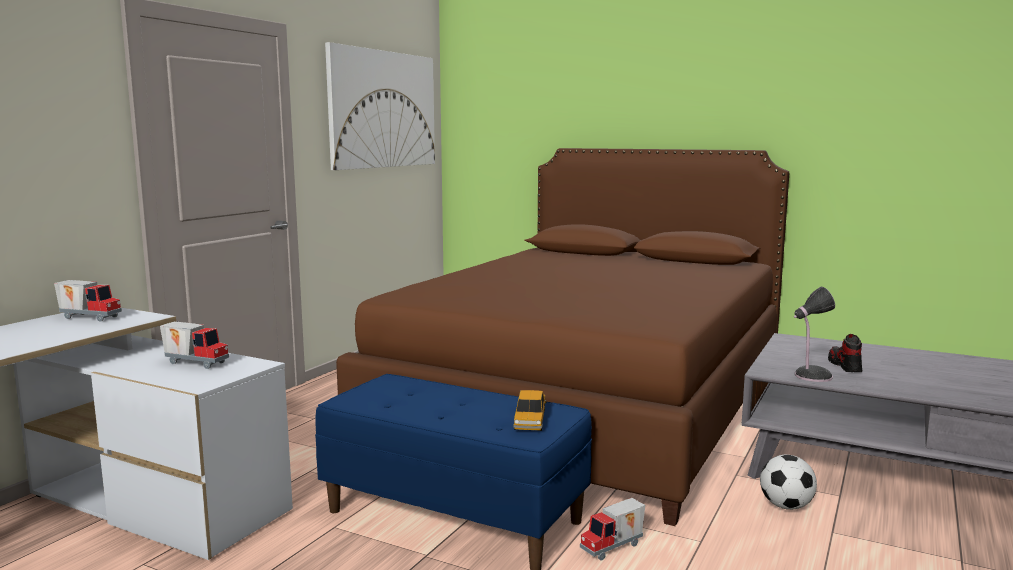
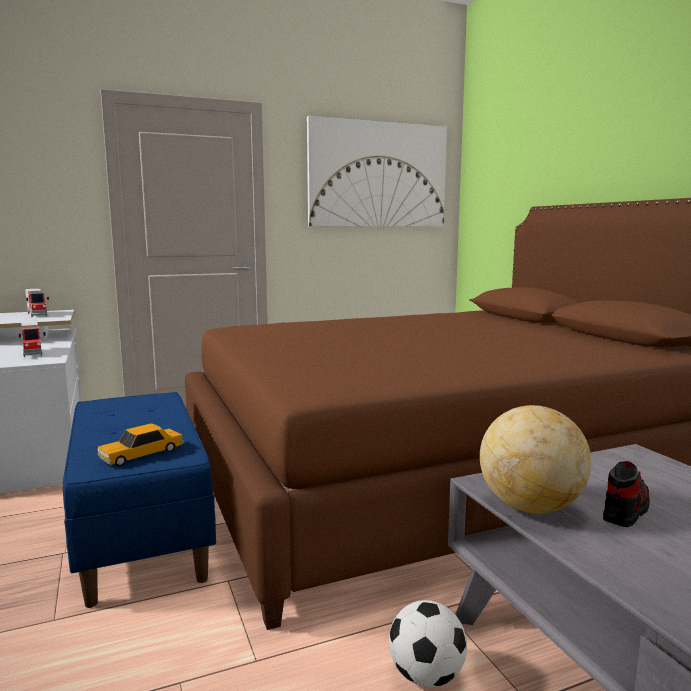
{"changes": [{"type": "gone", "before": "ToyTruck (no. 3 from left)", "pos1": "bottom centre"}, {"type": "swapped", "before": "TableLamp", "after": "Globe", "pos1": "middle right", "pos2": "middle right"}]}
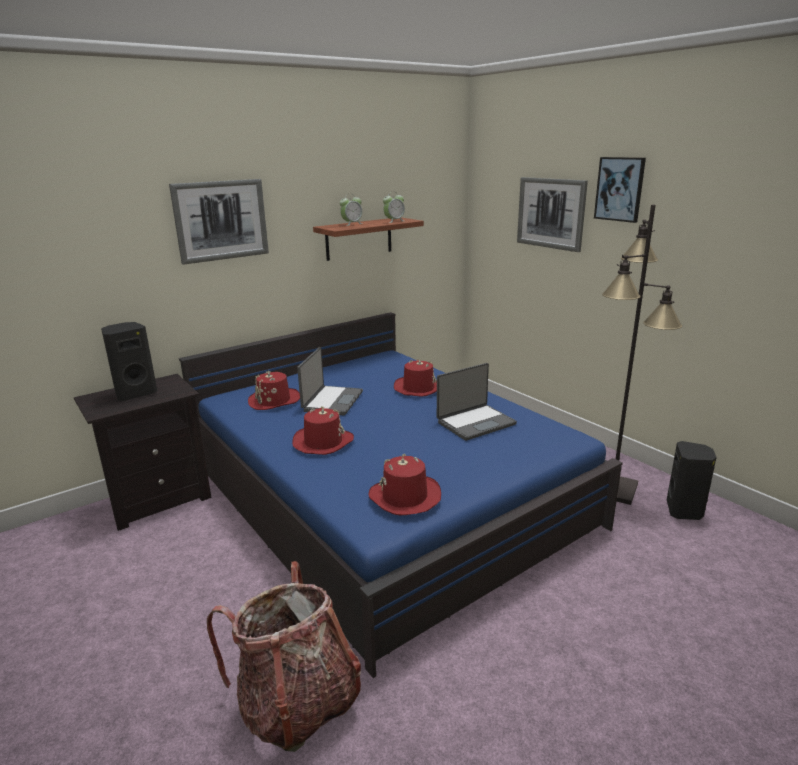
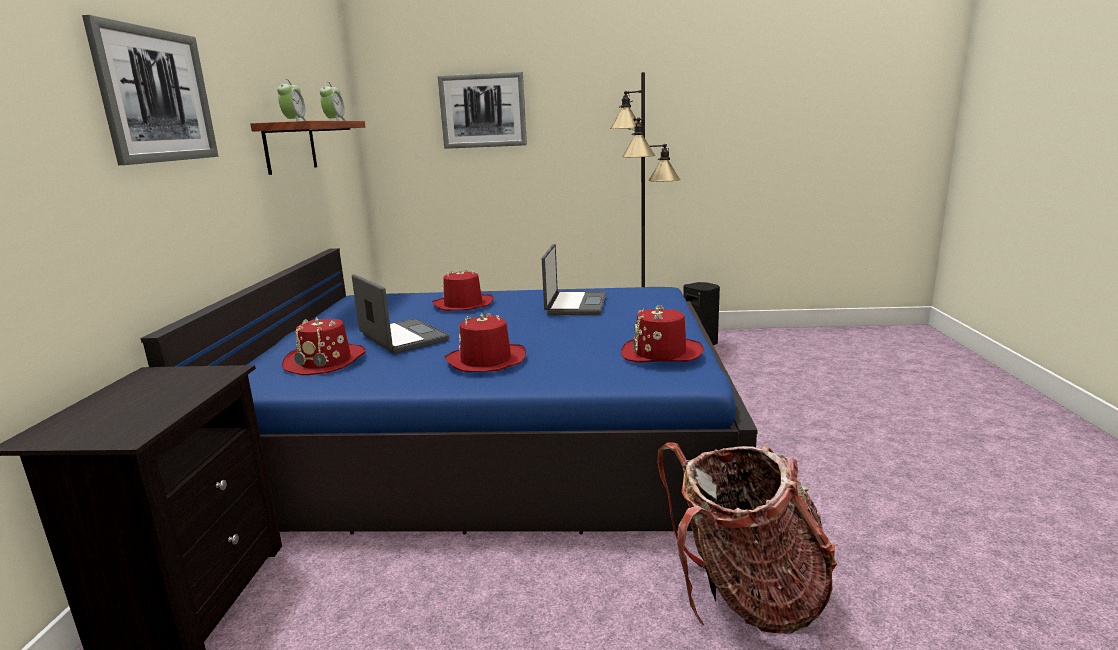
{"changes": [{"type": "gone", "before": "BlackSpeaker (no. 1 from left)", "pos1": "middle left"}, {"type": "gone", "before": "Picture (no. 3 from left)", "pos1": "top right"}]}
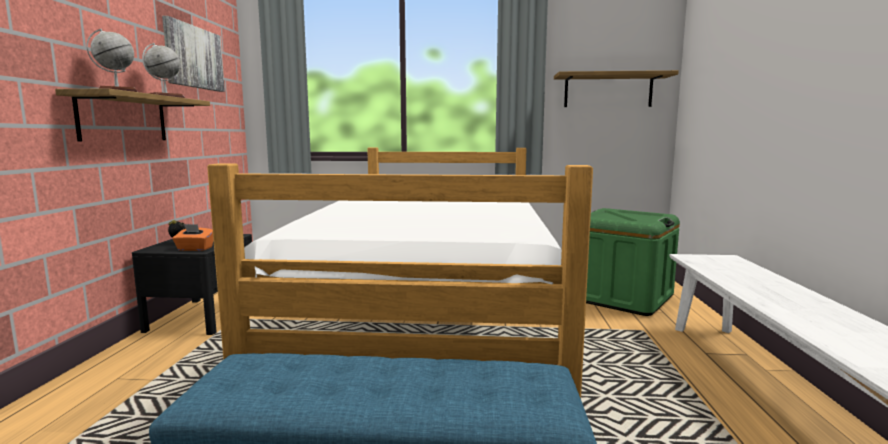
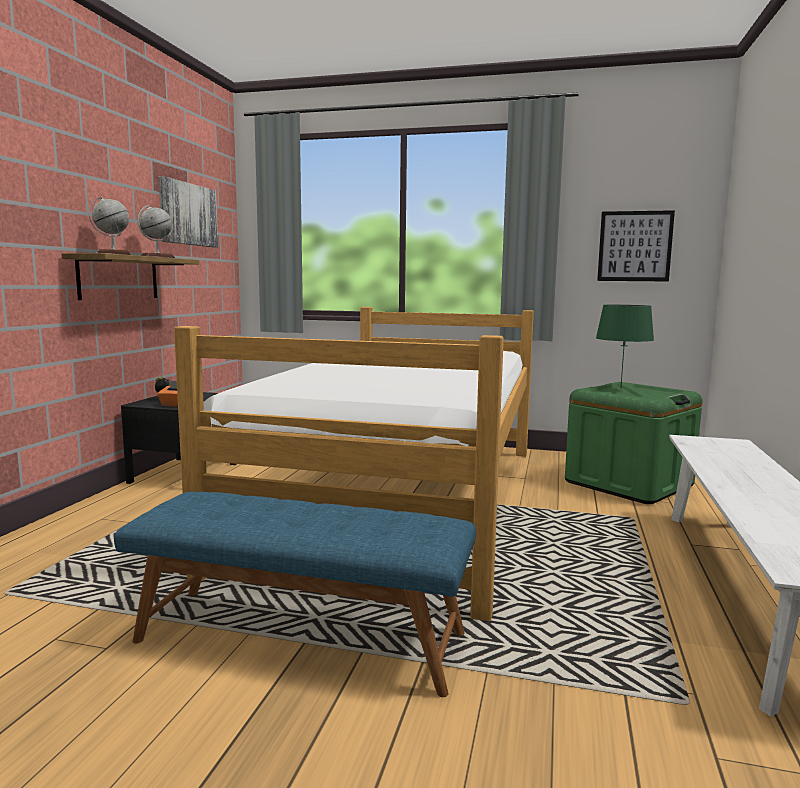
{"changes": [{"type": "new", "after": "GreenTableLamp", "pos2": "middle right"}, {"type": "swapped", "before": "Shelf (no. 2 from left)", "after": "Picture (no. 2 from left)", "pos1": "top right", "pos2": "top right"}]}
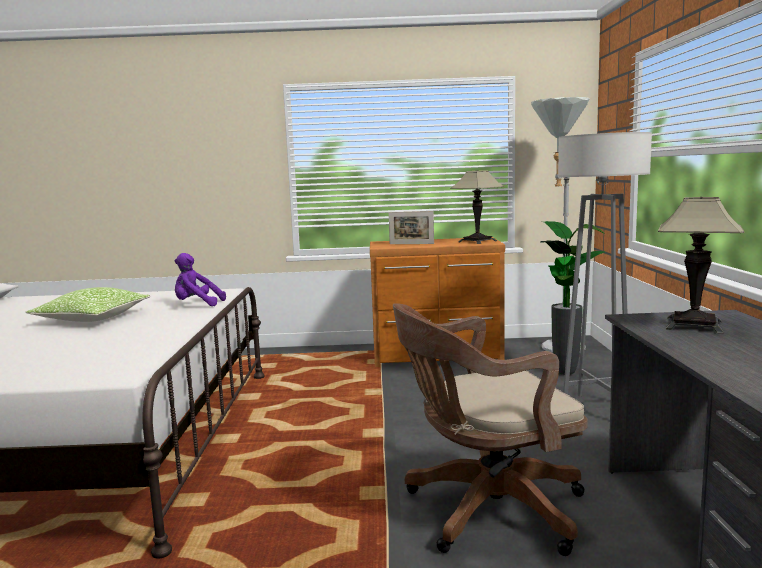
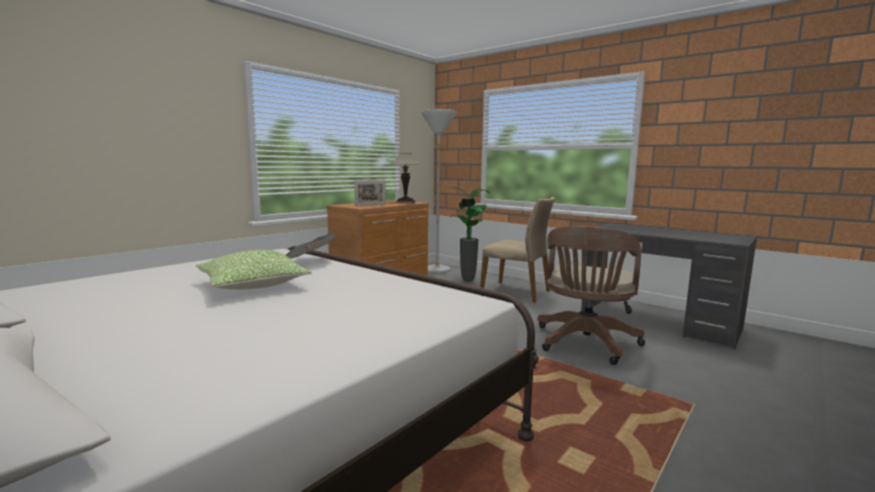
{"changes": [{"type": "gone", "before": "TableLamp (no. 2 from left)", "pos1": "middle right"}, {"type": "swapped", "before": "PurplePlushToy", "after": "Newspaper", "pos1": "middle left", "pos2": "centre"}, {"type": "swapped", "before": "GreyFloorLamp (no. 2 from left)", "after": "BeigeChair", "pos1": "middle right", "pos2": "centre"}]}
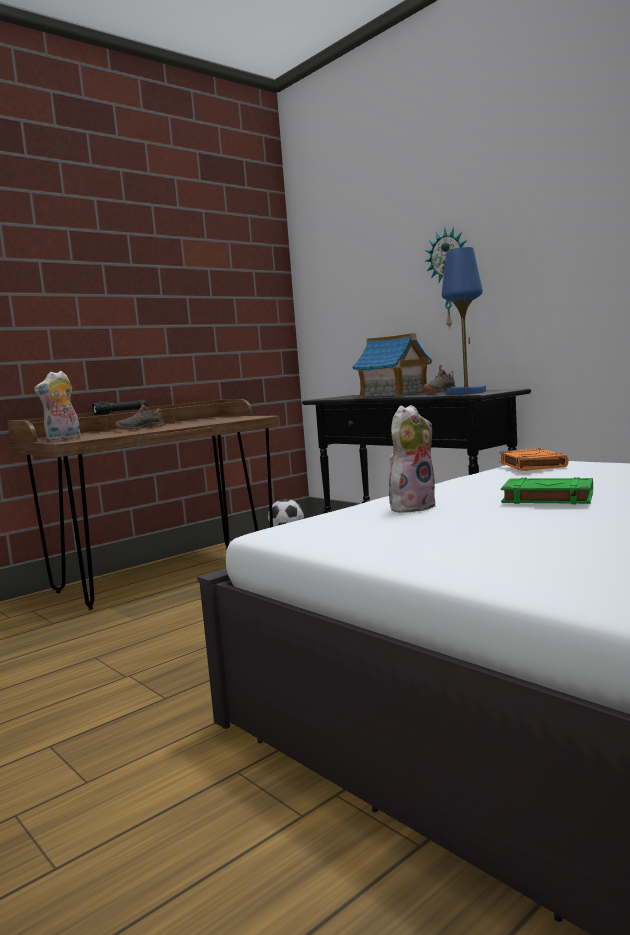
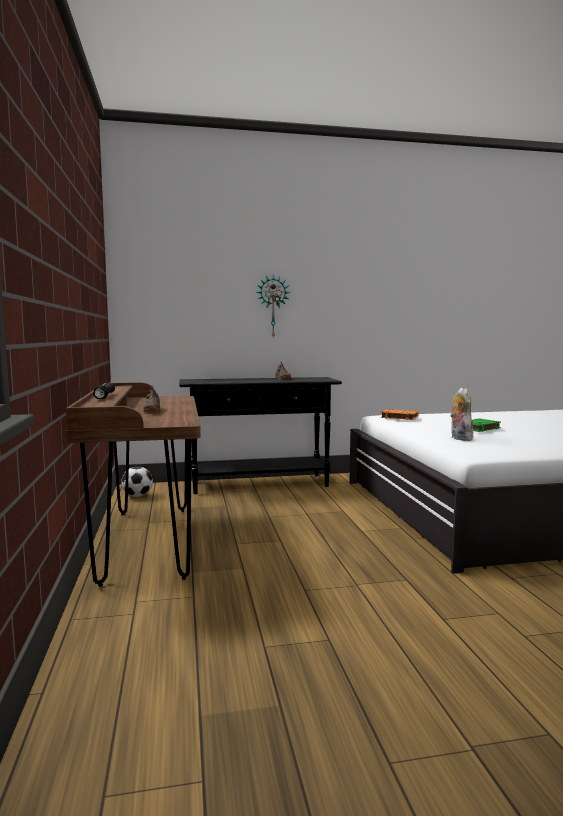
{"changes": [{"type": "gone", "before": "PlushToy (no. 1 from left)", "pos1": "middle left"}, {"type": "gone", "before": "ToyHouse", "pos1": "centre"}, {"type": "gone", "before": "BlueTableLamp", "pos1": "middle right"}]}
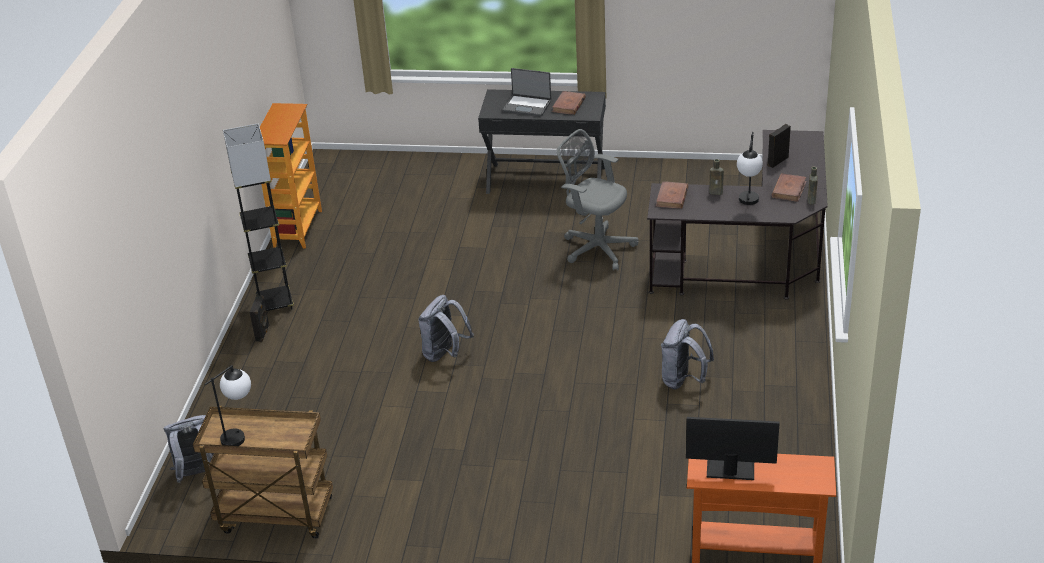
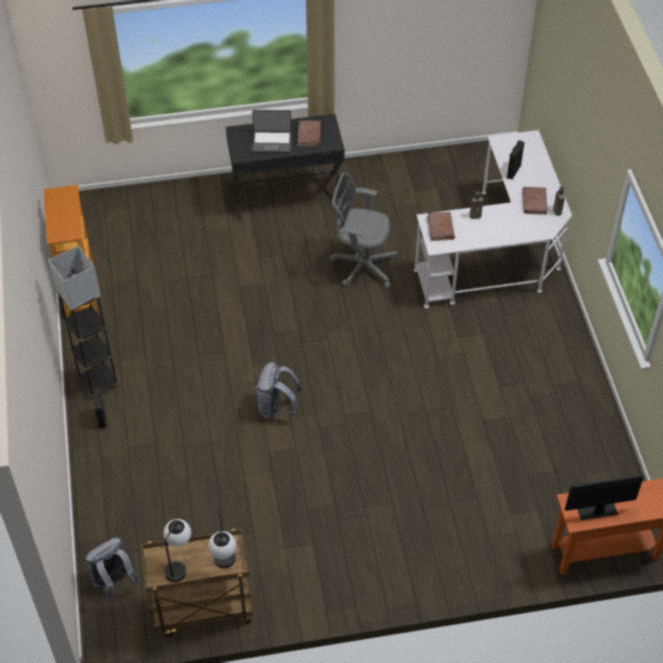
{"changes": [{"type": "gone", "before": "GreyBackpack (no. 3 from left)", "pos1": "centre"}, {"type": "shifted", "before": "TableLamp (no. 2 from left)", "pos1": "top right", "pos2": "bottom centre"}, {"type": "repainted", "before": "BlackDesk (no. 2 from left)", "after": "WhiteDesk", "pos1": "middle right", "pos2": "top right"}]}
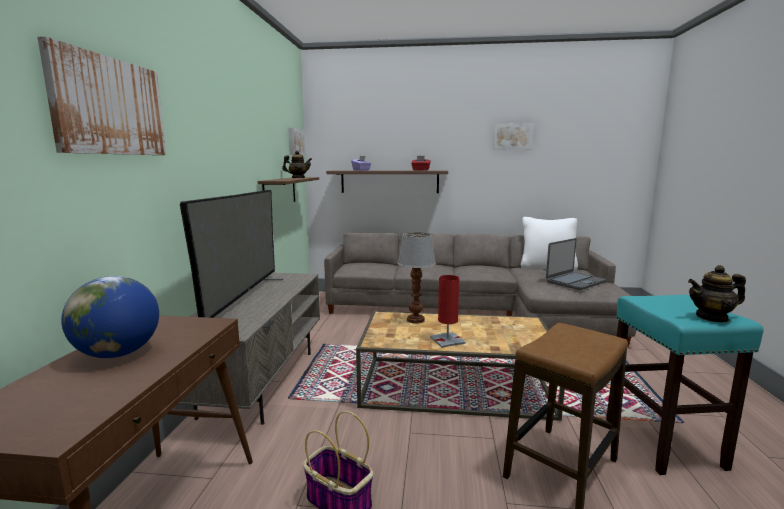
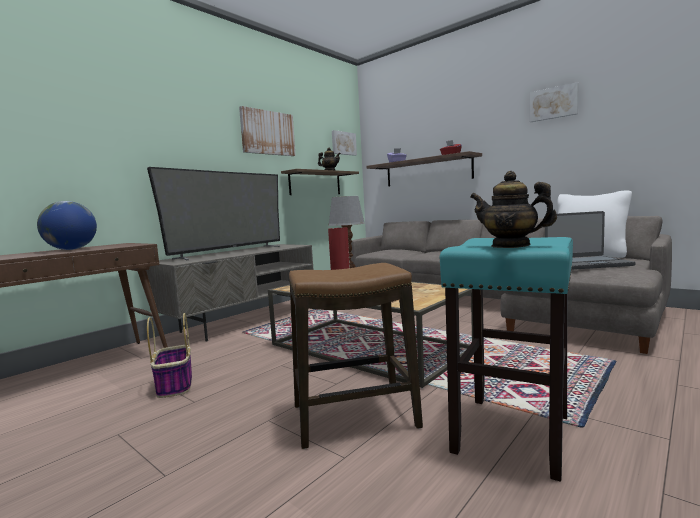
{"changes": [{"type": "shifted", "before": "Picture (no. 1 from left)", "pos1": "top left", "pos2": "top centre"}]}
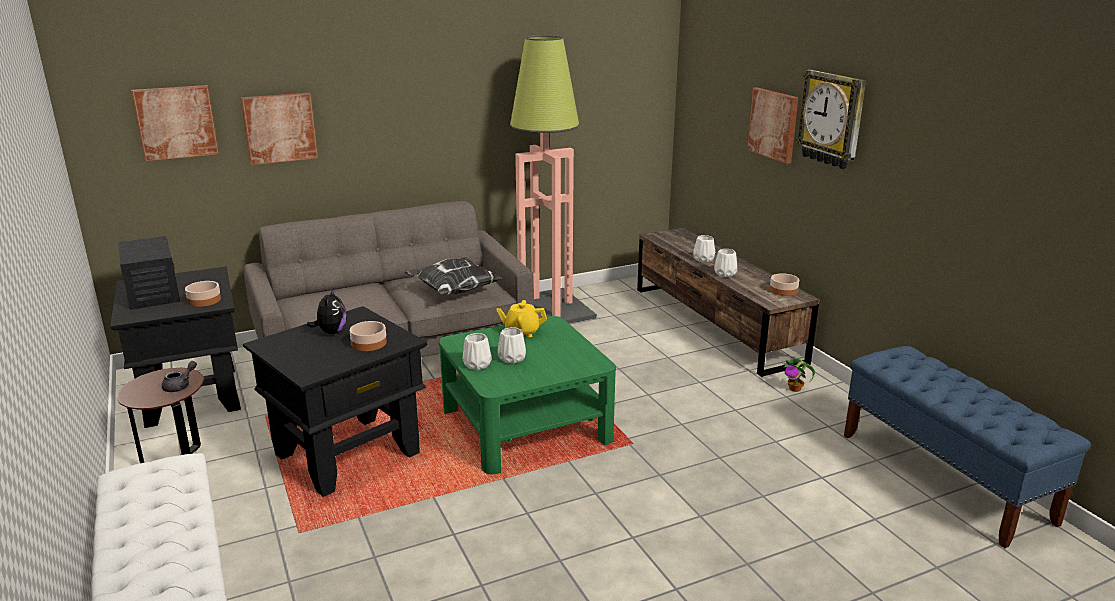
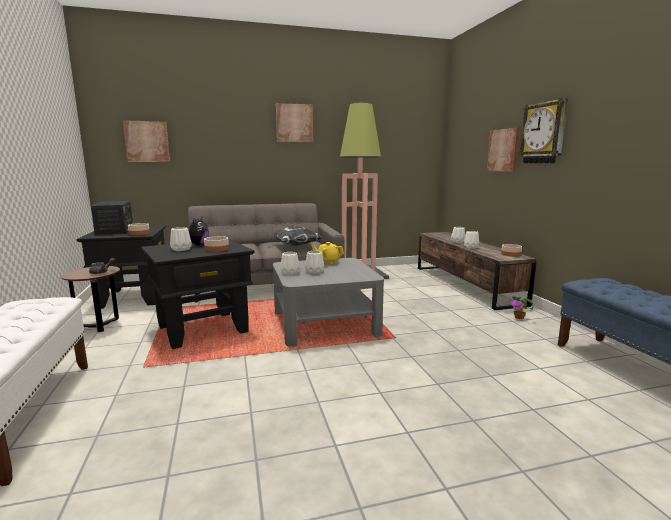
{"changes": [{"type": "new", "after": "WhiteVase (no. 1 from left)", "pos2": "middle left"}, {"type": "shifted", "before": "Picture (no. 2 from left)", "pos1": "top left", "pos2": "top centre"}, {"type": "repainted", "before": "GreenCoffeeTable", "after": "GreyCoffeeTable", "pos1": "centre", "pos2": "centre"}]}
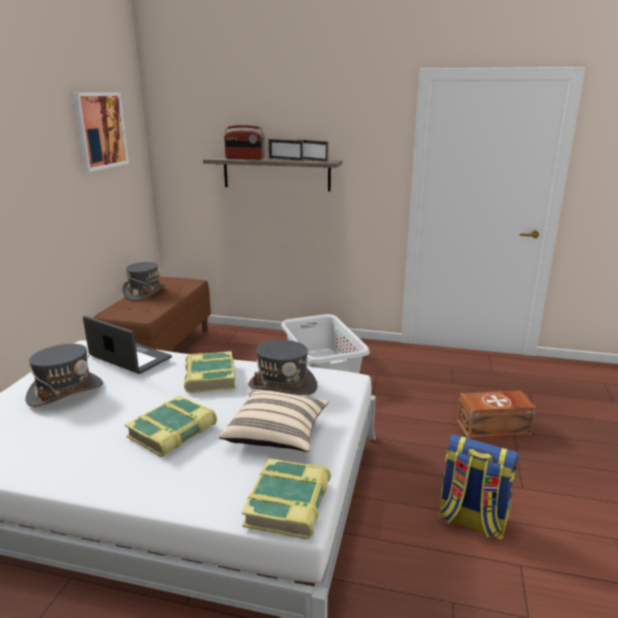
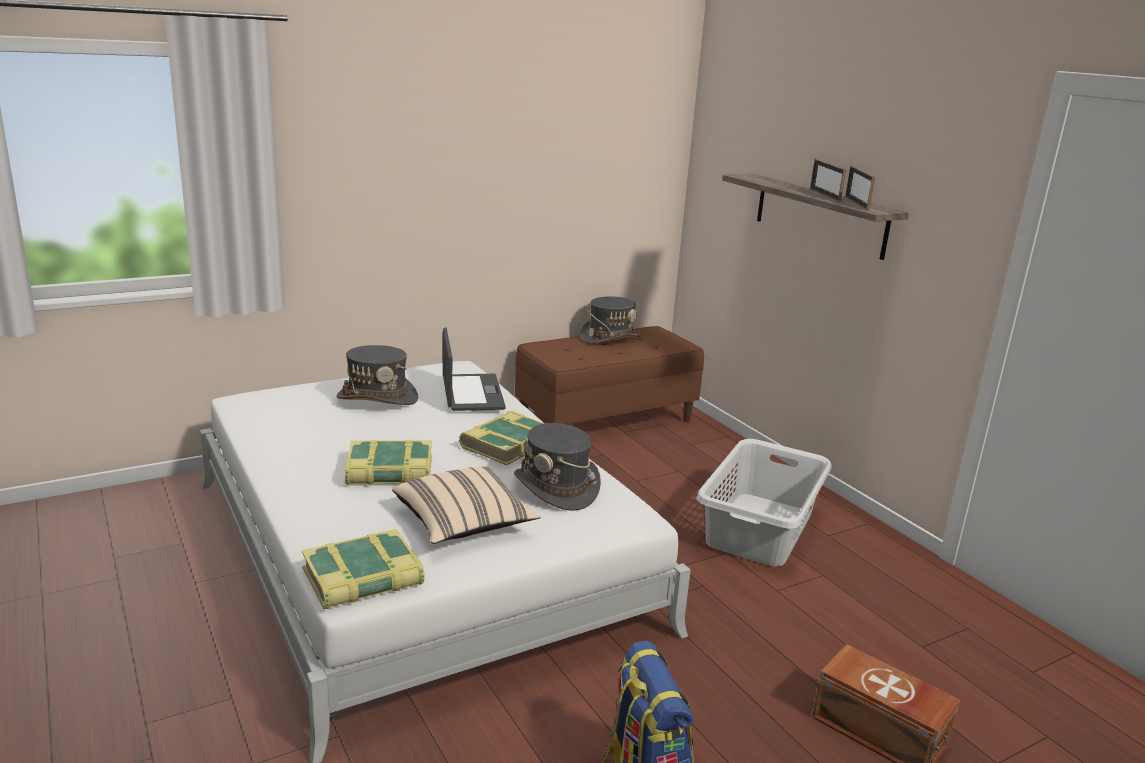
{"changes": [{"type": "gone", "before": "Picture", "pos1": "top left"}, {"type": "gone", "before": "Radio", "pos1": "top centre"}]}
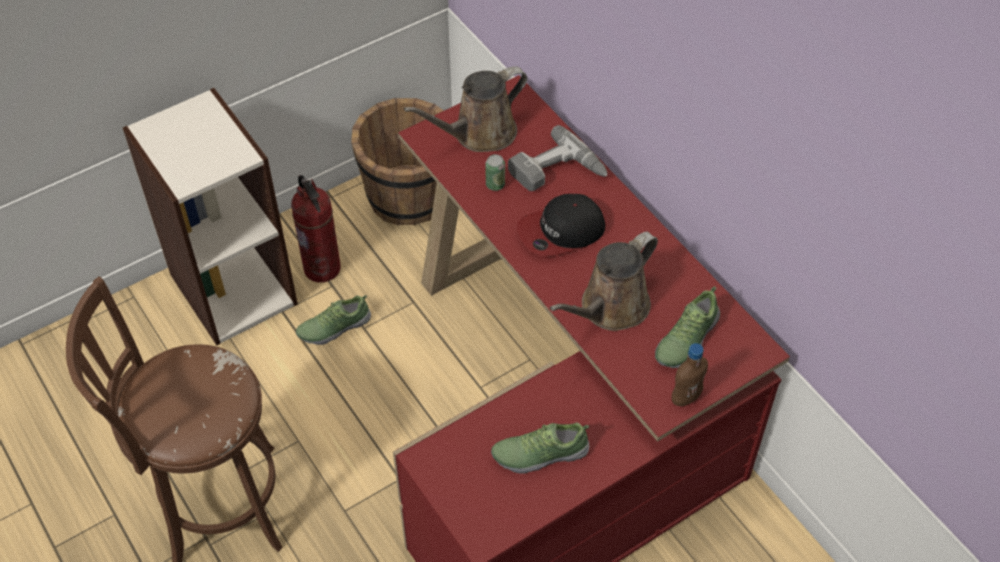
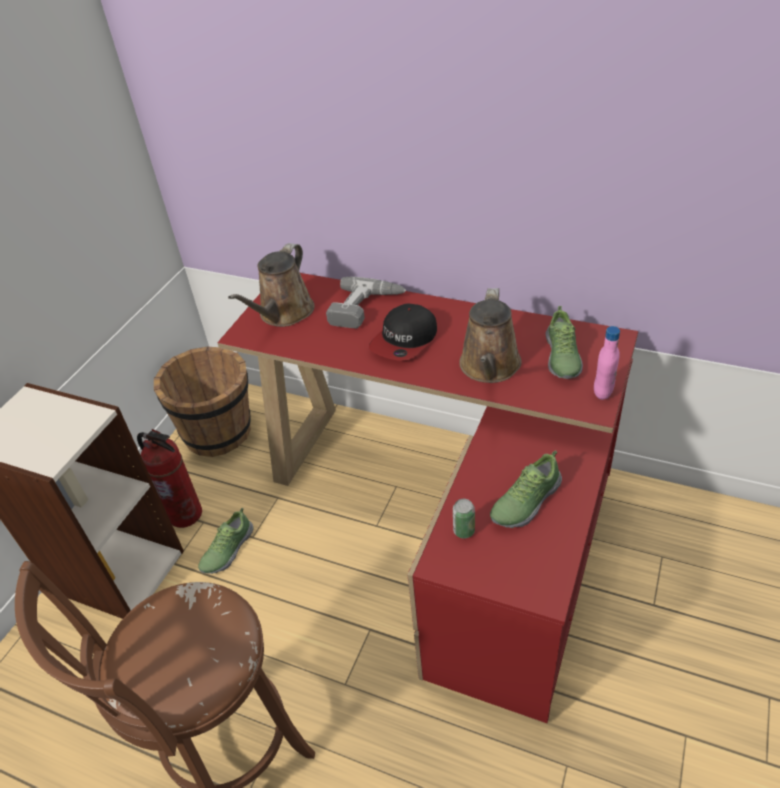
{"changes": [{"type": "shifted", "before": "Can", "pos1": "top centre", "pos2": "centre"}, {"type": "repainted", "before": "BrownBottle", "after": "PinkBottle", "pos1": "bottom right", "pos2": "middle right"}]}
